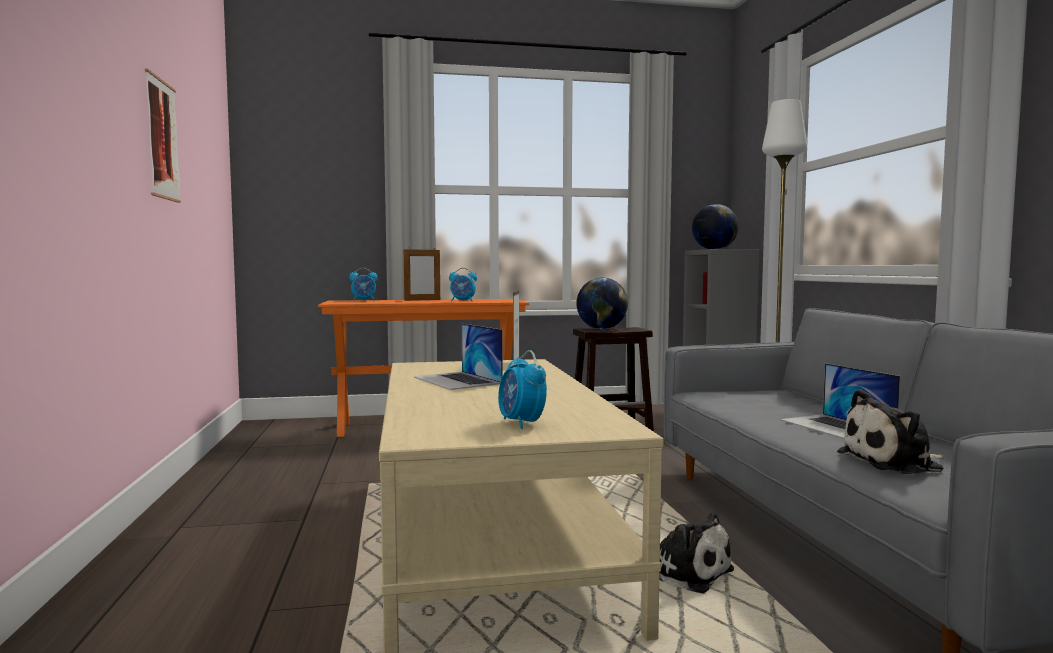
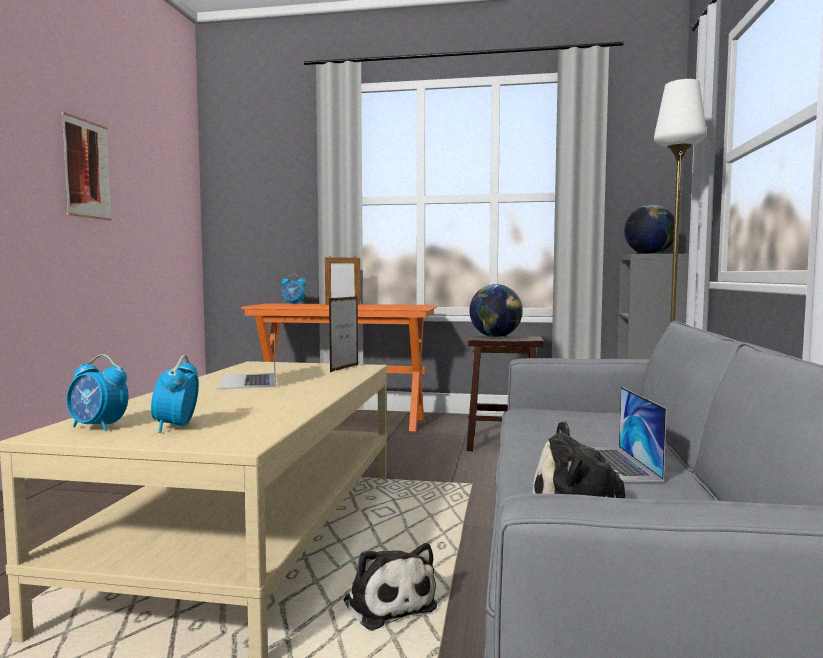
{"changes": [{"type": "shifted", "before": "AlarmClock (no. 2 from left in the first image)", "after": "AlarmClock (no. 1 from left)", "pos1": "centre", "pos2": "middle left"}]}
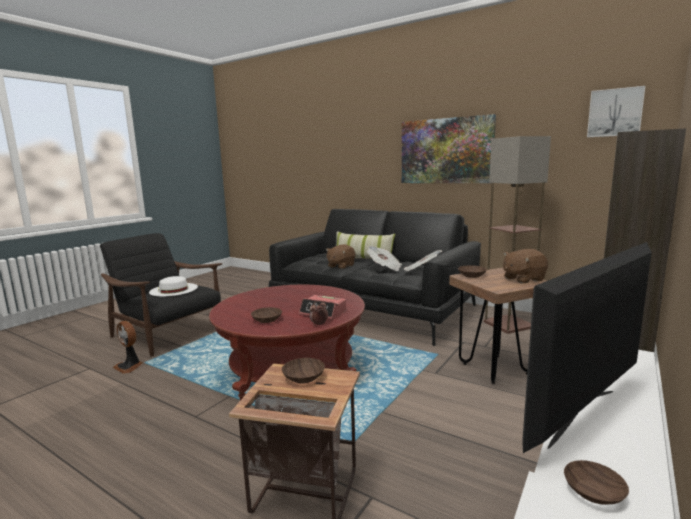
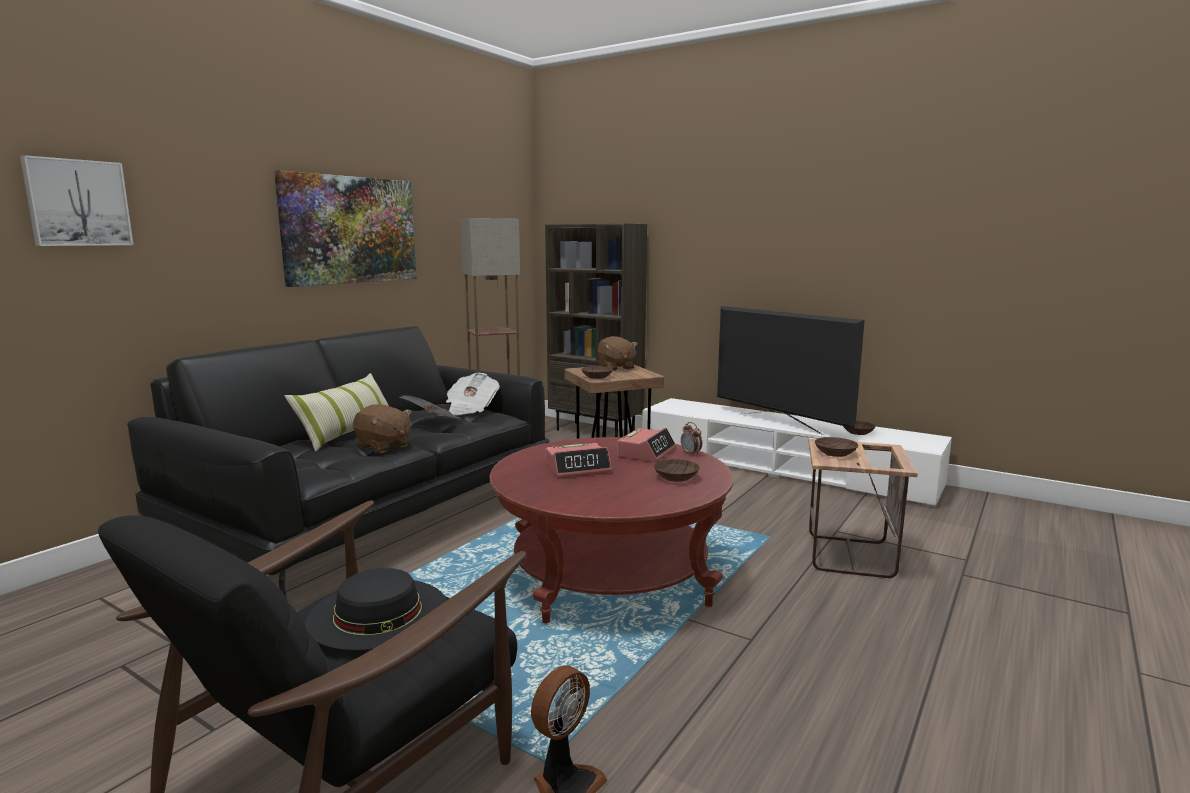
{"changes": [{"type": "new", "after": "AlarmClock (no. 1 from left)", "pos2": "centre"}, {"type": "shifted", "before": "Picture (no. 2 from left in the first image)", "after": "Picture (no. 1 from left)", "pos1": "top right", "pos2": "top left"}, {"type": "repainted", "before": "WhiteHat", "after": "BlackHat", "pos1": "middle left", "pos2": "bottom left"}]}
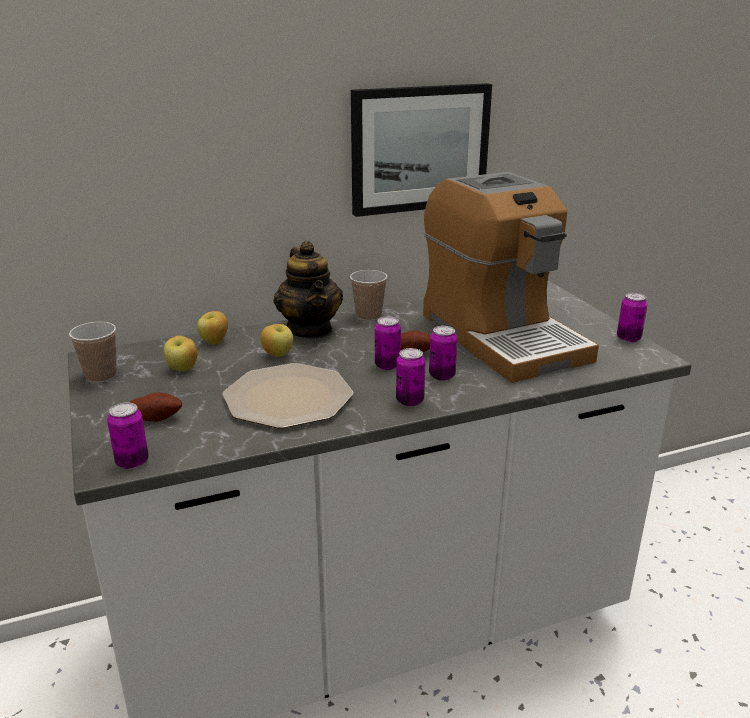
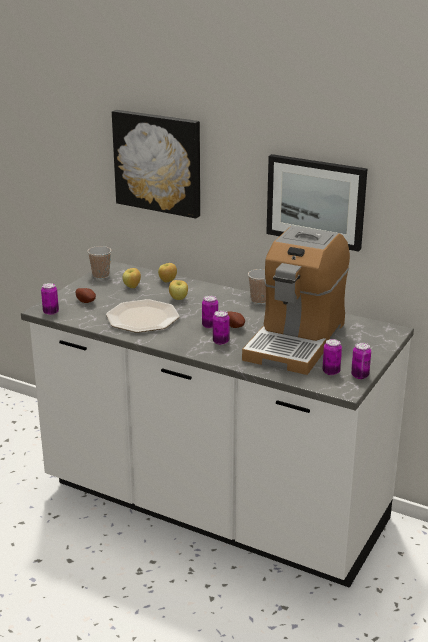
{"changes": [{"type": "gone", "before": "Teapot", "pos1": "centre"}, {"type": "new", "after": "Picture (no. 1 from left)", "pos2": "top centre"}, {"type": "shifted", "before": "Can (no. 3 from left in the first image)", "after": "Can (no. 4 from left)", "pos1": "centre", "pos2": "middle right"}]}
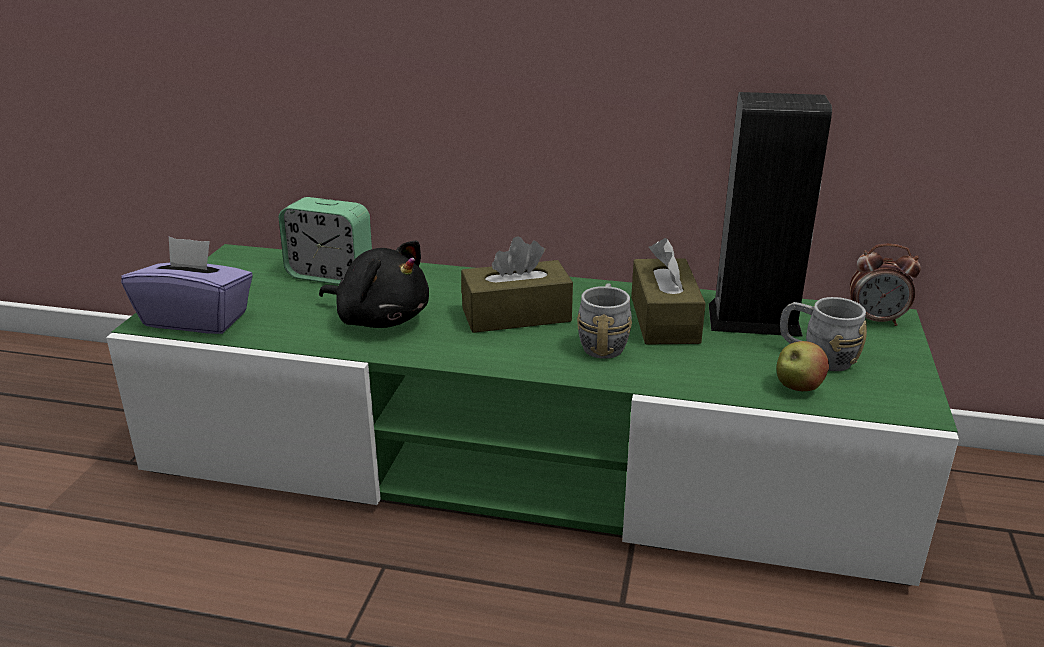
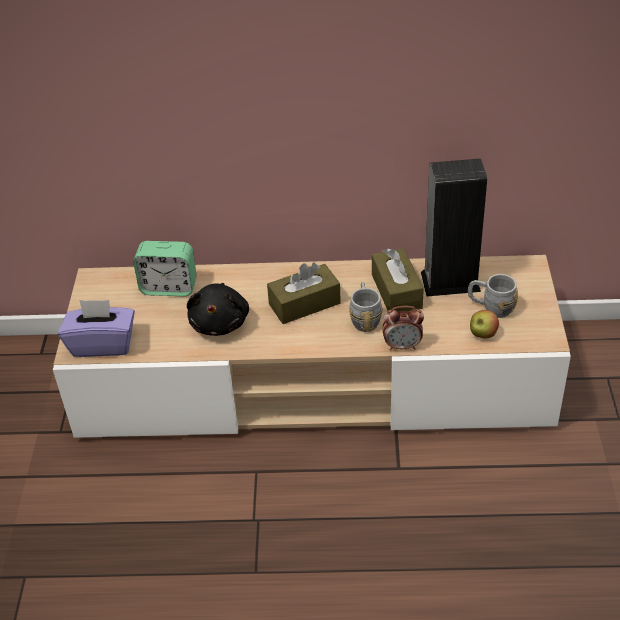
{"changes": [{"type": "shifted", "before": "AlarmClock (no. 2 from left)", "pos1": "middle right", "pos2": "centre"}, {"type": "repainted", "before": "GreenTvStand", "after": "BeigeTvStand", "pos1": "centre", "pos2": "centre"}, {"type": "rotated", "before": "BlackPlushToy", "pos1": "centre", "pos2": "centre", "turn": 75}]}
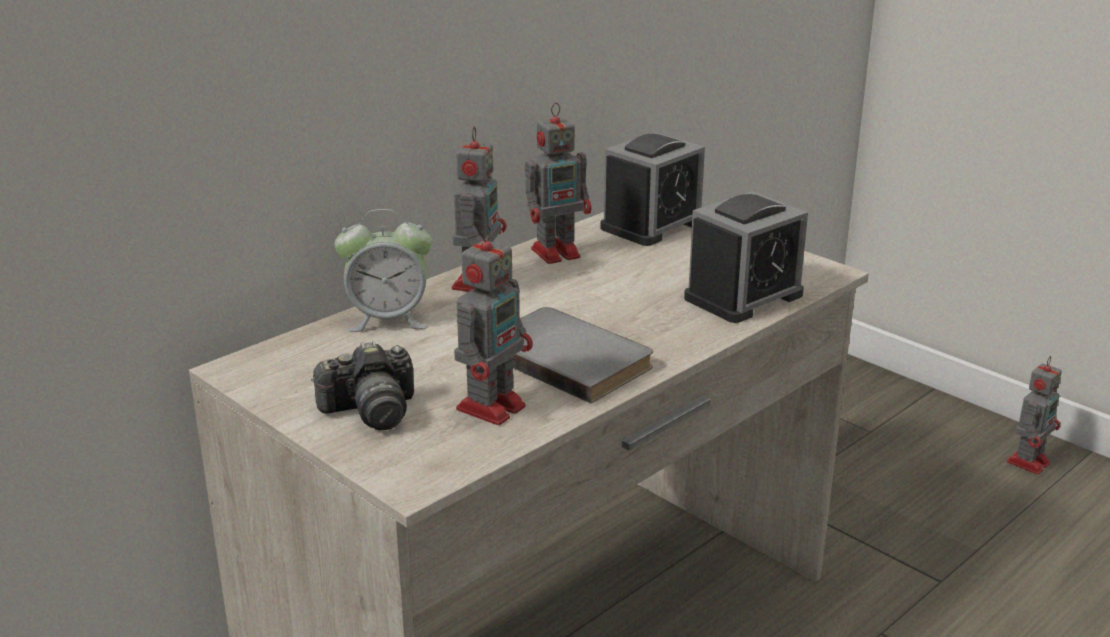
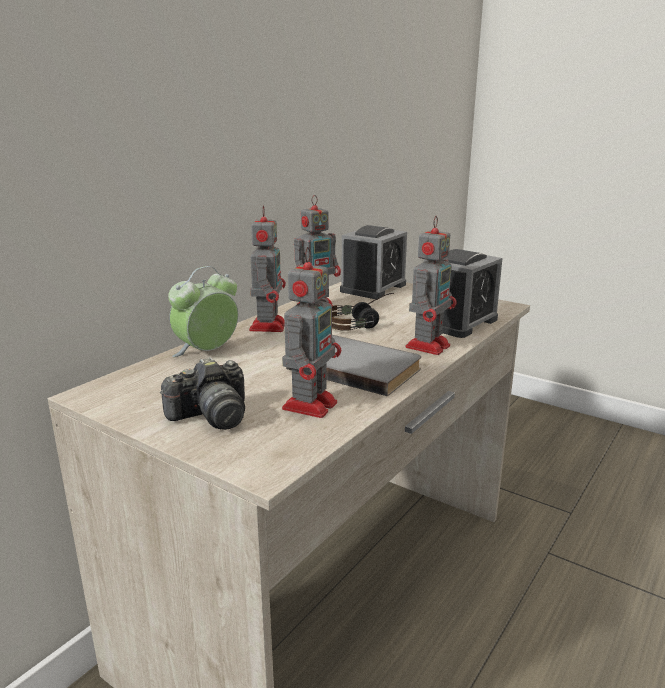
{"changes": [{"type": "new", "after": "Headphones", "pos2": "centre"}, {"type": "shifted", "before": "ToyRobot (no. 4 from left)", "pos1": "middle right", "pos2": "centre"}, {"type": "rotated", "before": "AlarmClock (no. 1 from left)", "pos1": "centre", "pos2": "middle left", "turn": 150}]}
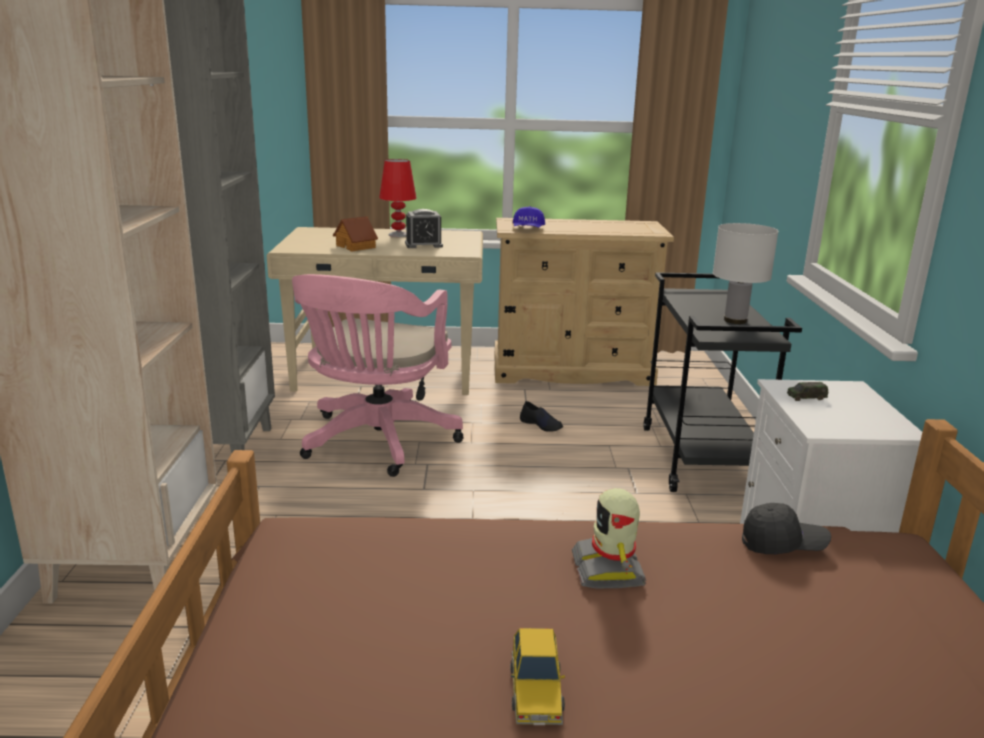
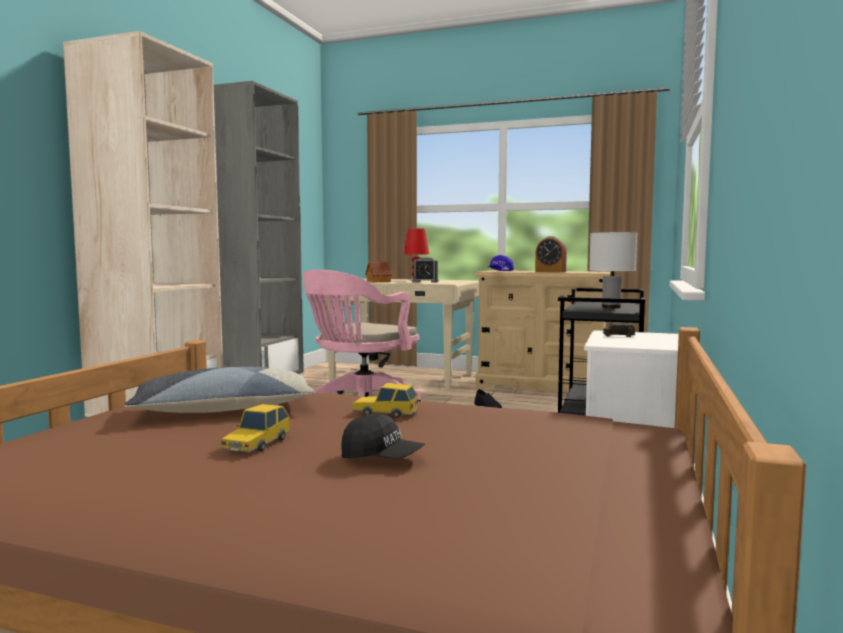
{"changes": [{"type": "new", "after": "Pillow", "pos2": "middle left"}, {"type": "new", "after": "AlarmClock (no. 2 from left)", "pos2": "centre"}, {"type": "shifted", "before": "BlackCap", "pos1": "bottom right", "pos2": "bottom centre"}, {"type": "swapped", "before": "ToyRobot", "after": "ToyCar (no. 2 from left)", "pos1": "bottom centre", "pos2": "centre"}]}
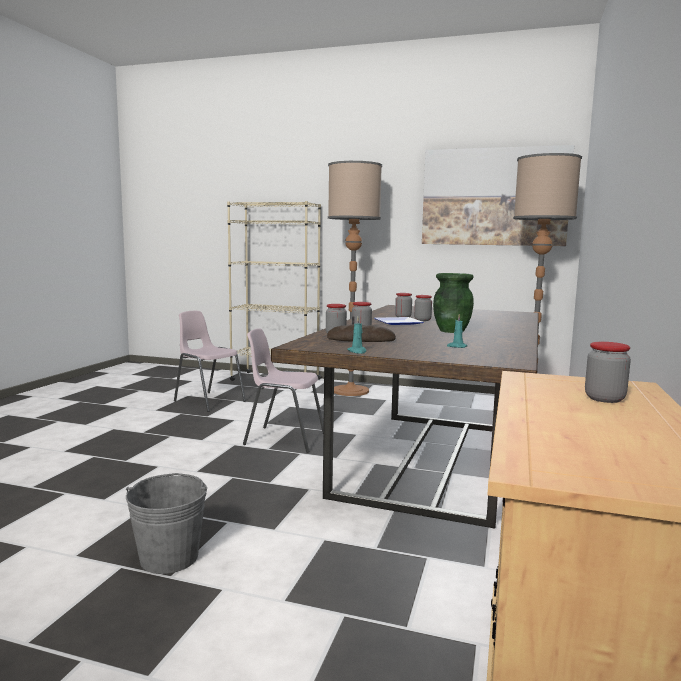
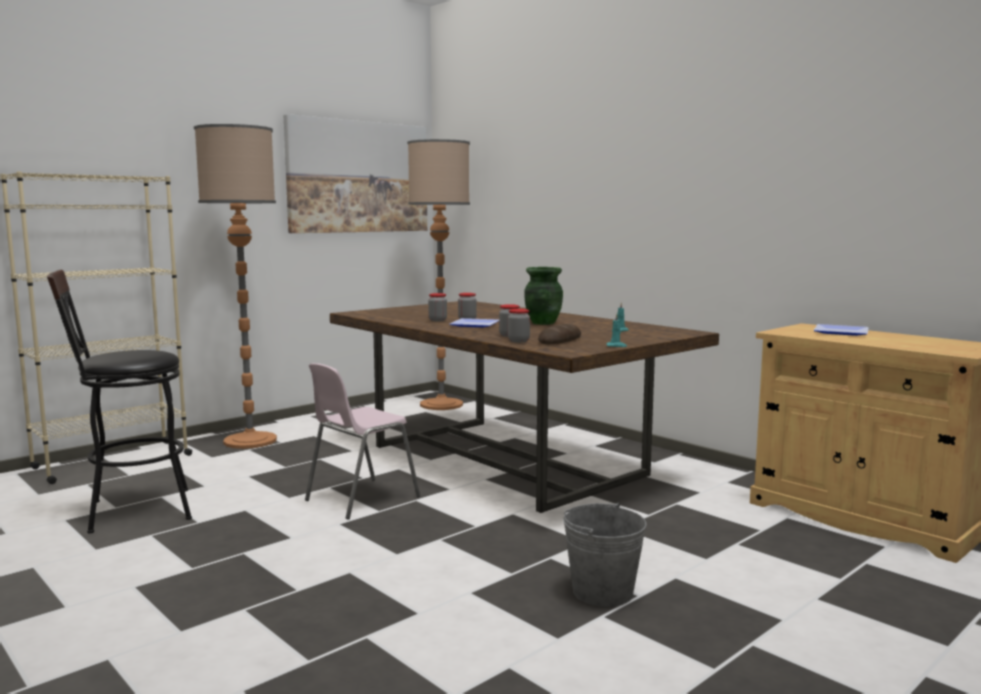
{"changes": [{"type": "swapped", "before": "PinkChair (no. 1 from left)", "after": "BlackStool", "pos1": "middle left", "pos2": "middle left"}, {"type": "swapped", "before": "Jar (no. 5 from left)", "after": "Plate (no. 2 from left)", "pos1": "middle right", "pos2": "middle right"}]}
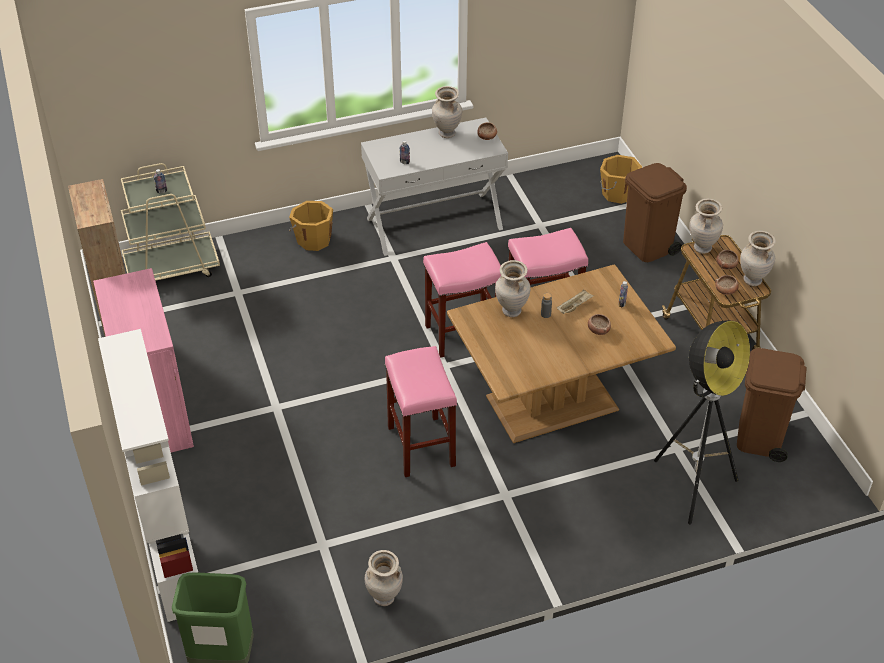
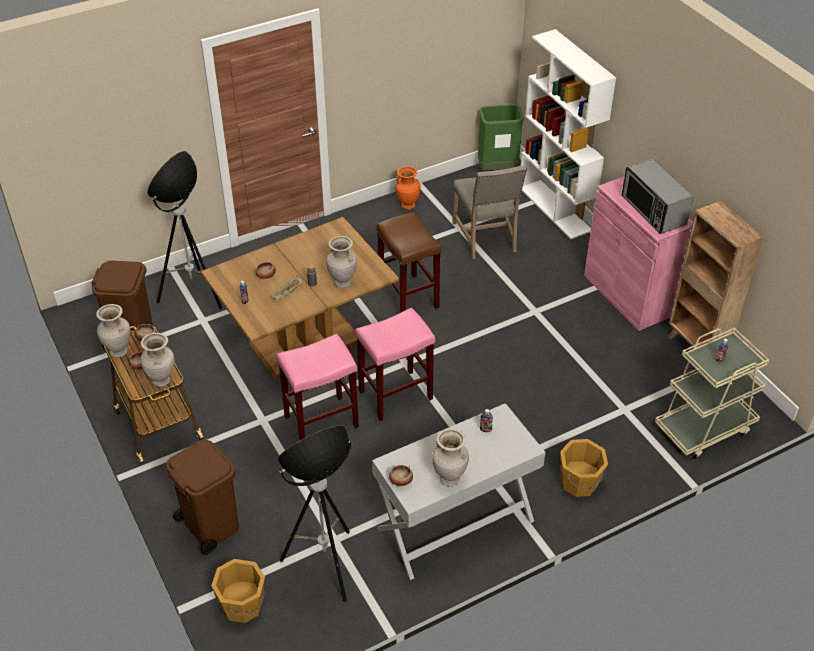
{"changes": [{"type": "new", "after": "FloorLamp (no. 2 from left)", "pos2": "bottom centre"}, {"type": "new", "after": "BeigeChair", "pos2": "top centre"}, {"type": "new", "after": "Microwave", "pos2": "top right"}, {"type": "repainted", "before": "BeigeVase (no. 1 from left)", "after": "OrangeVase", "pos1": "bottom centre", "pos2": "top centre"}, {"type": "repainted", "before": "PinkStool (no. 1 from left)", "after": "BrownStool", "pos1": "centre", "pos2": "centre"}]}
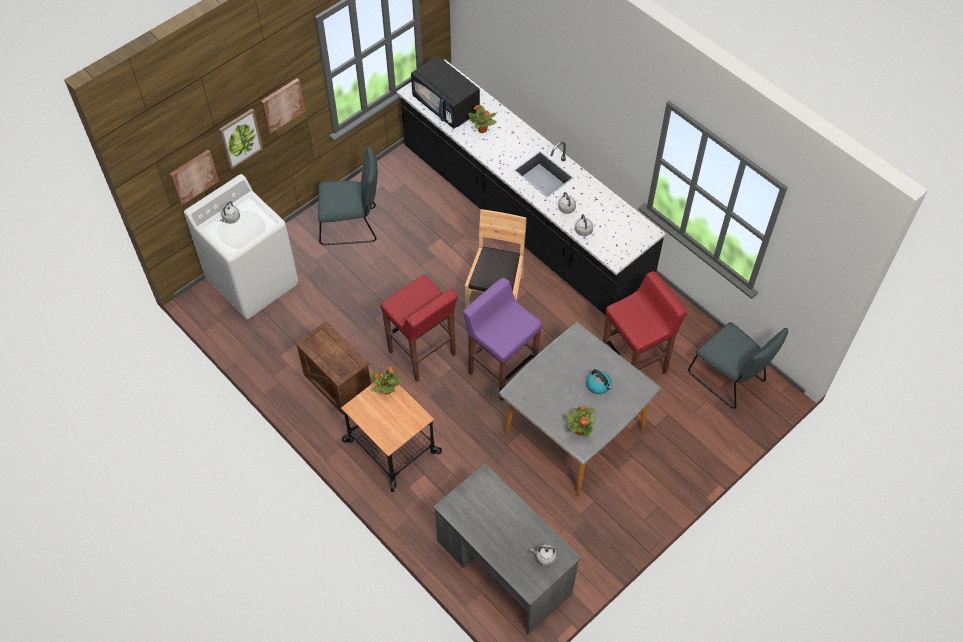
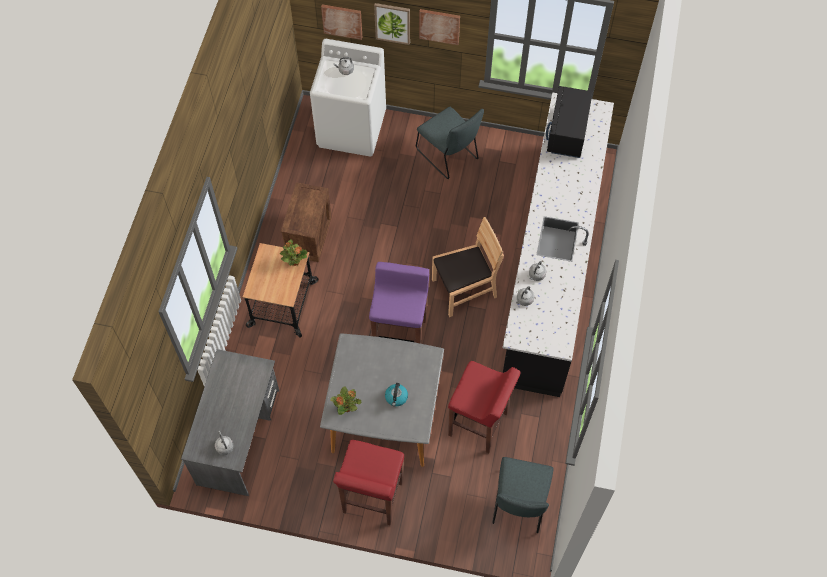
{"changes": [{"type": "gone", "before": "PottedPlant (no. 2 from left)", "pos1": "top centre"}, {"type": "shifted", "before": "RedStool (no. 1 from left)", "pos1": "centre", "pos2": "bottom centre"}]}
